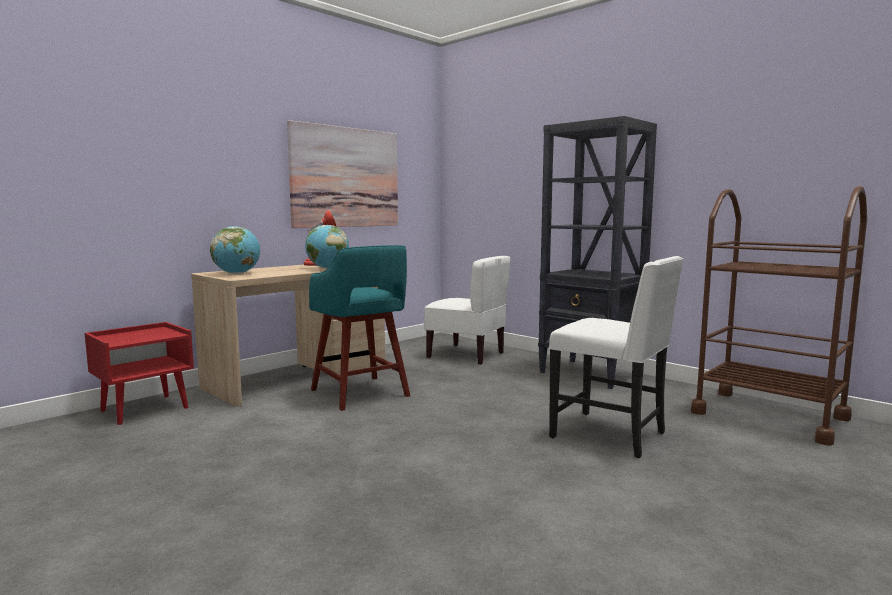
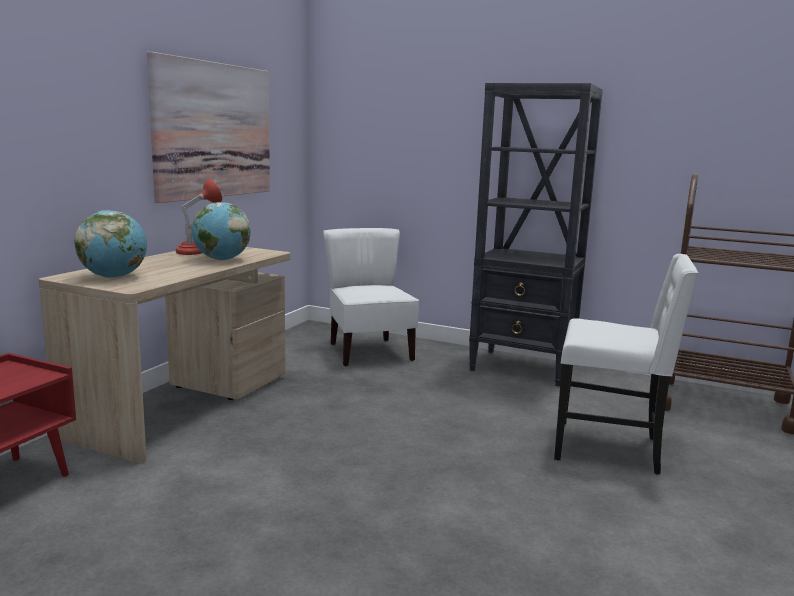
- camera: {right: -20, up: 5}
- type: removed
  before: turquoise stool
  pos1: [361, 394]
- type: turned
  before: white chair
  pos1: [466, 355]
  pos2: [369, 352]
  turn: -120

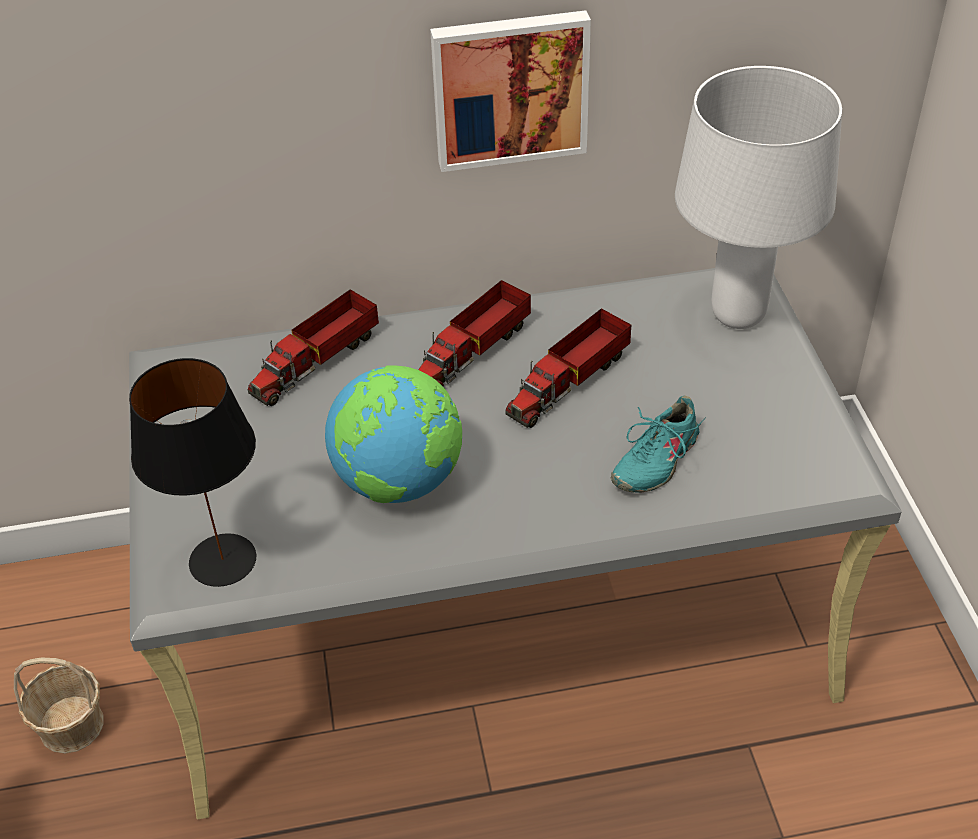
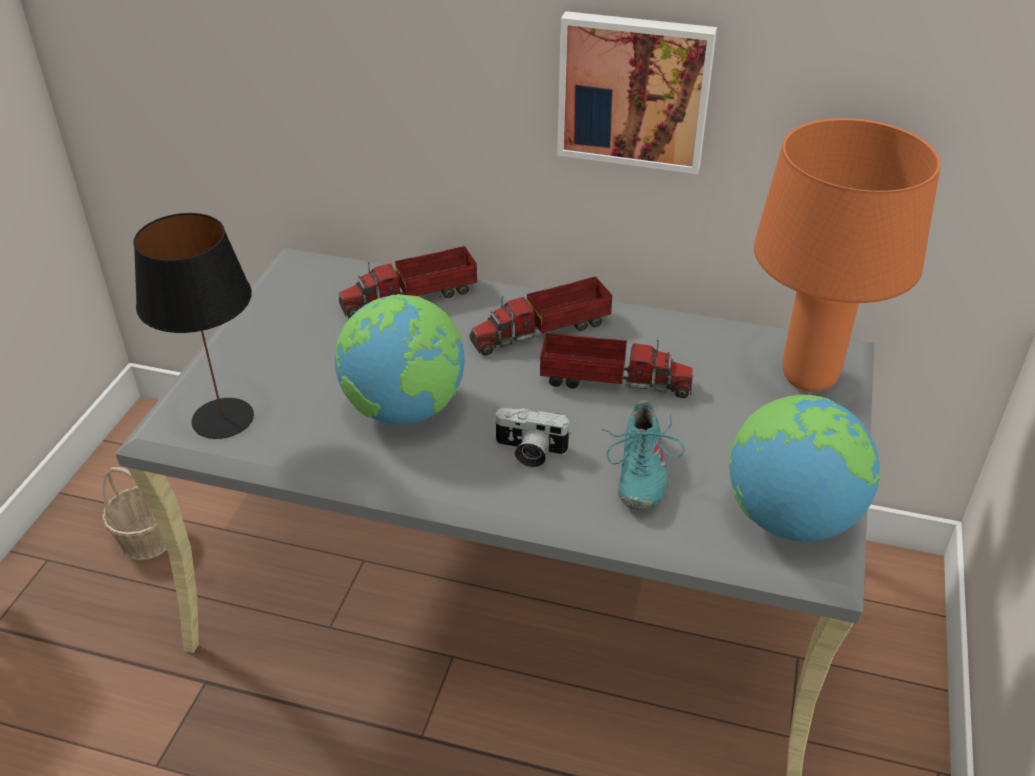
- camera: {right: 25, up: -5}
- type: turned
  before: toy truck
  pos1: [570, 381]
  pos2: [610, 381]
  turn: -150
- type: turned
  before: turquoise shoe
  pos1: [655, 460]
  pos2: [639, 472]
  turn: -60
- type: recoloured
  before: white table lamp
  after: orange table lamp
  pos1: [739, 315]
  pos2: [810, 378]
- type: added
  after: photo camera
  pos2: [529, 452]
- type: added
  after: globe
  pos2: [790, 518]

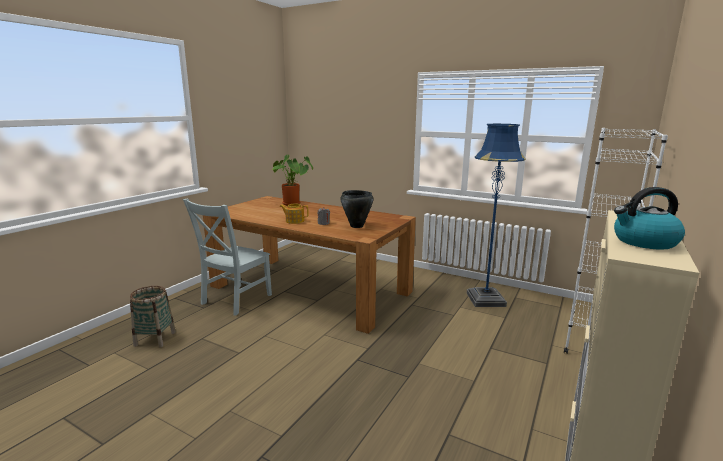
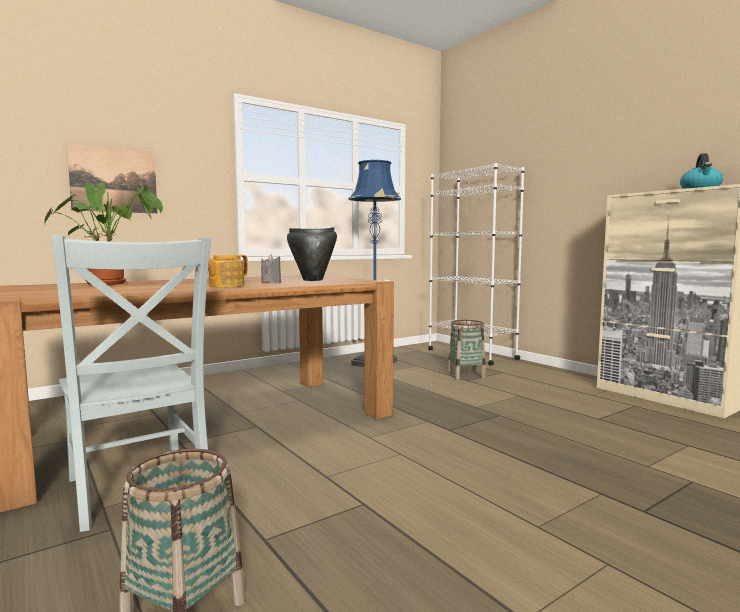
- camera: {right: -65, up: -10}
- type: added
  after: picture
  pos2: [114, 180]
- type: added
  after: basket
  pos2: [466, 375]

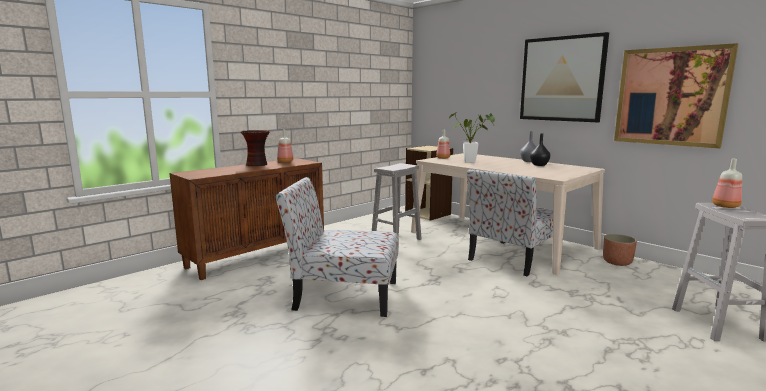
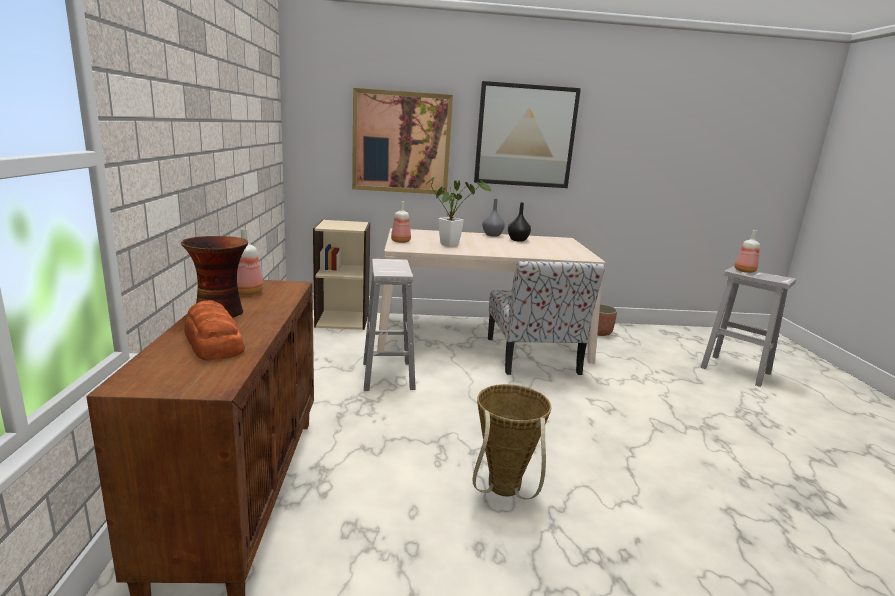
- camera: {right: -50, up: 5}
- type: replaced
  before: chair
  after: basket
  pos1: [343, 295]
  pos2: [503, 492]
- type: moved
  before: picture
  pos1: [671, 96]
  pos2: [401, 142]
- type: added
  after: bread
  pos2: [213, 343]

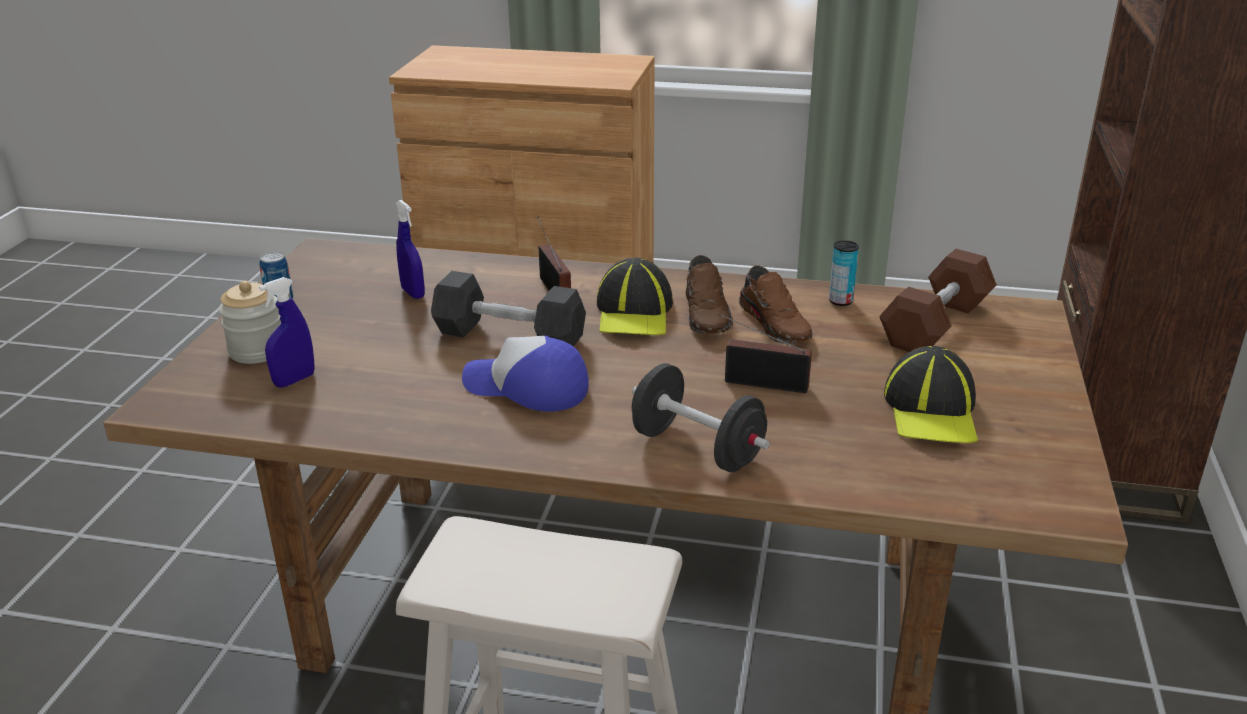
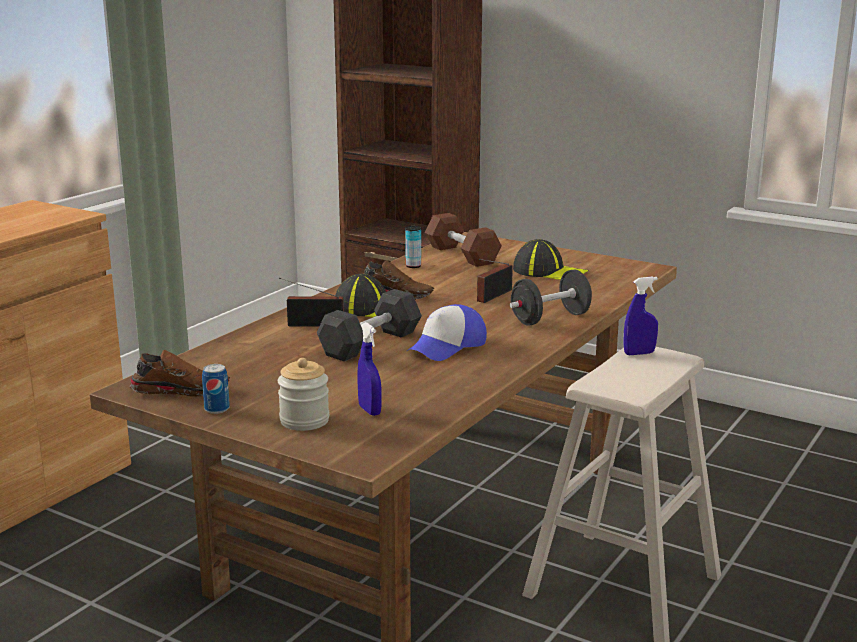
- camera: {right: -70, up: -10}
- type: moved
  before: blue spray bottle
  pos1: [413, 293]
  pos2: [639, 353]
- type: moved
  before: brown shoe
  pos1: [776, 324]
  pos2: [181, 390]

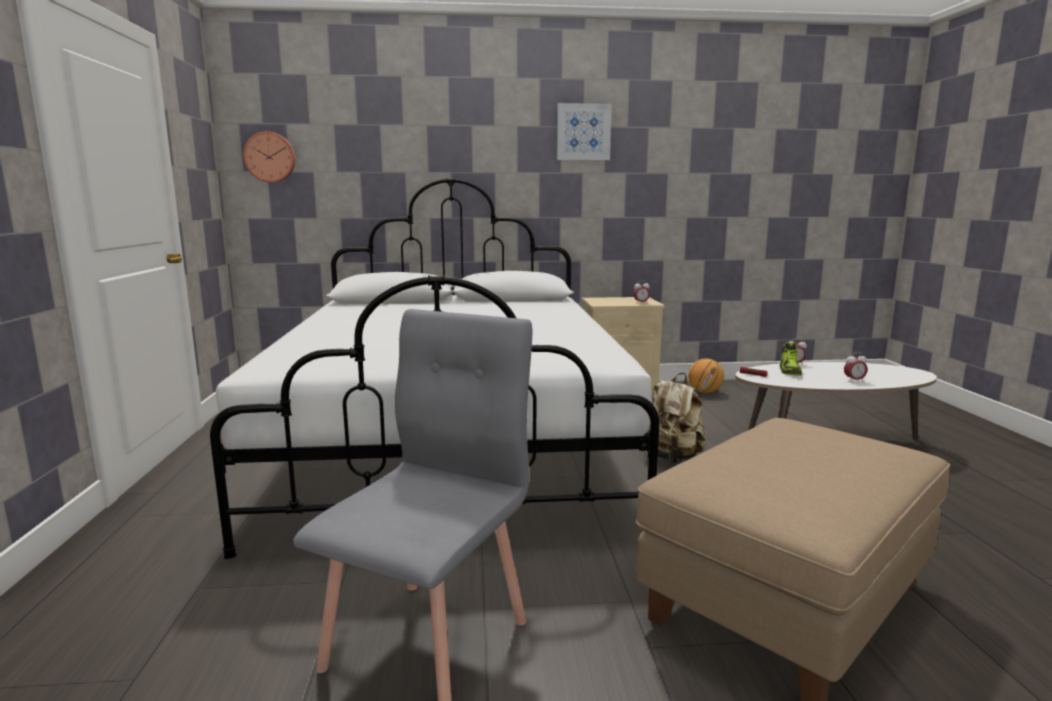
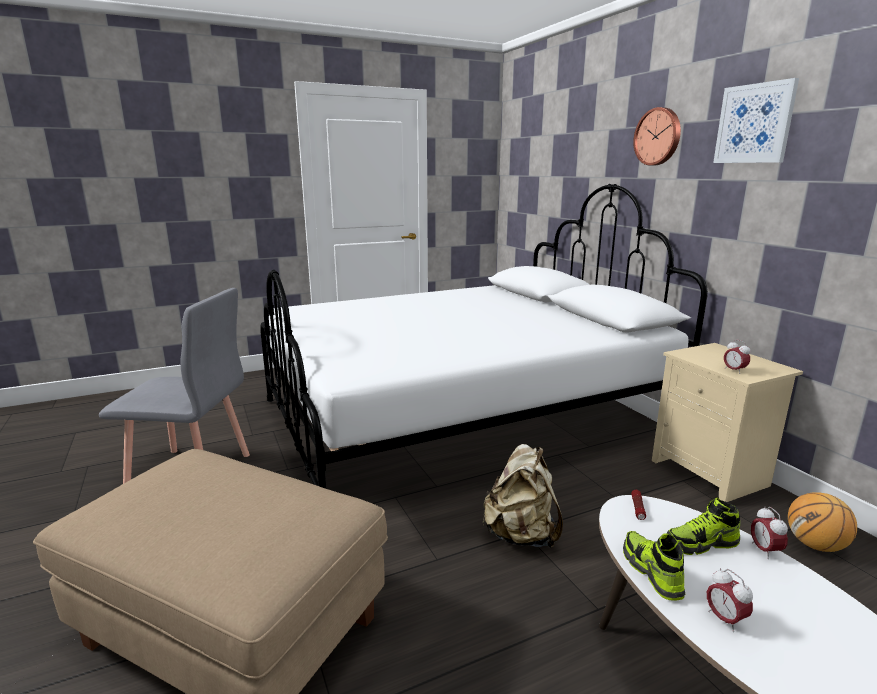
- camera: {right: 70, up: 5}
- type: moved
  before: wall clock
  pos1: [270, 157]
  pos2: [658, 137]
- type: added
  after: shoe
  pos2: [651, 572]

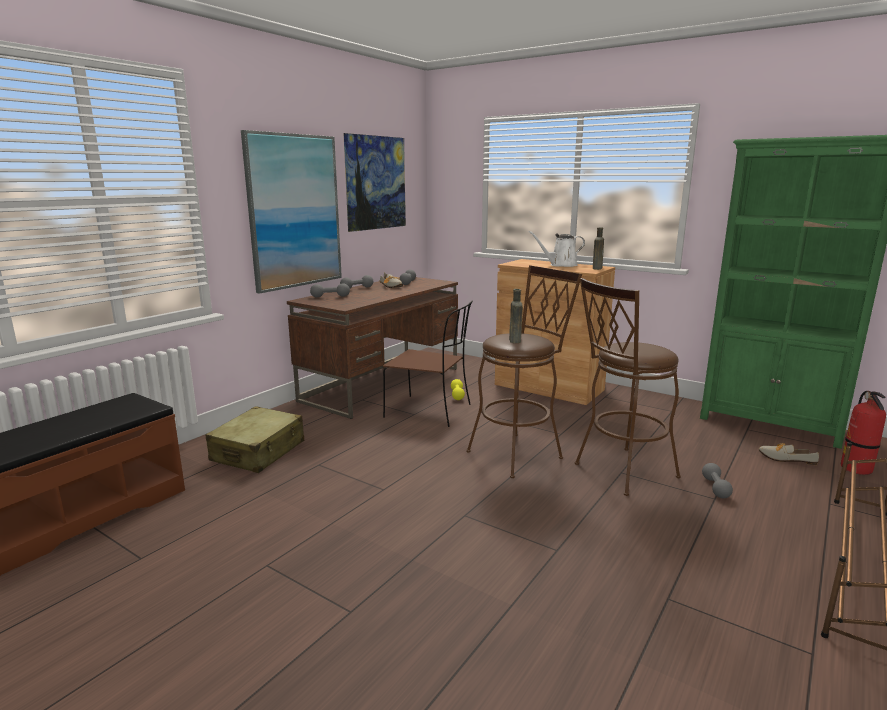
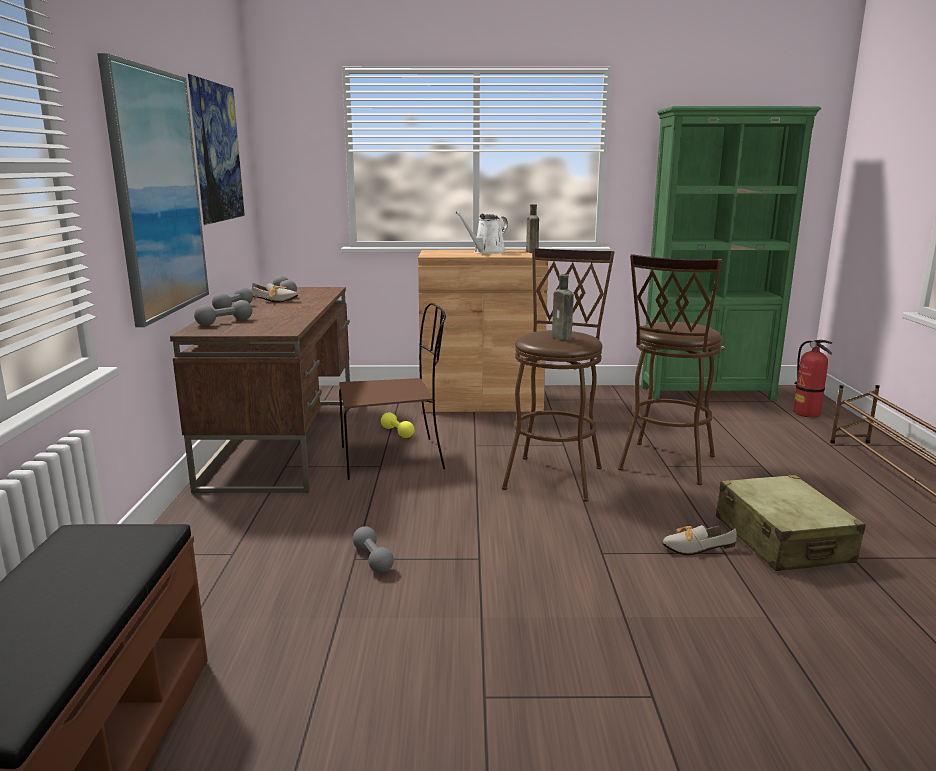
- camera: {right: -35, up: 0}
- type: moved
  before: beige suitcase
  pos1: [258, 451]
  pos2: [782, 540]
- type: moved
  before: grey dumbbell
  pos1: [715, 488]
  pos2: [373, 559]
- type: moved
  before: shoe
  pos1: [782, 458]
  pos2: [692, 548]

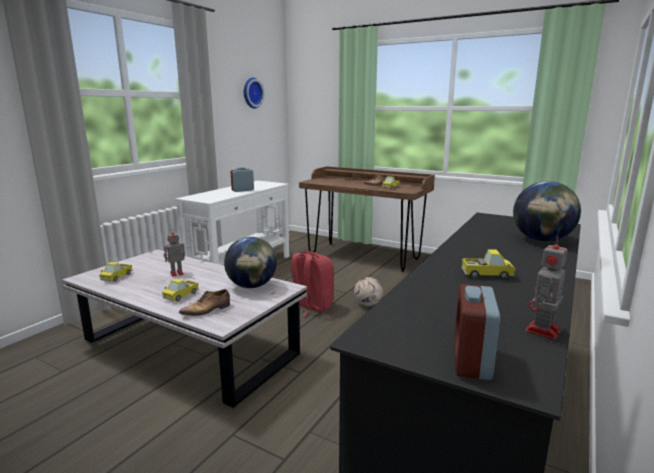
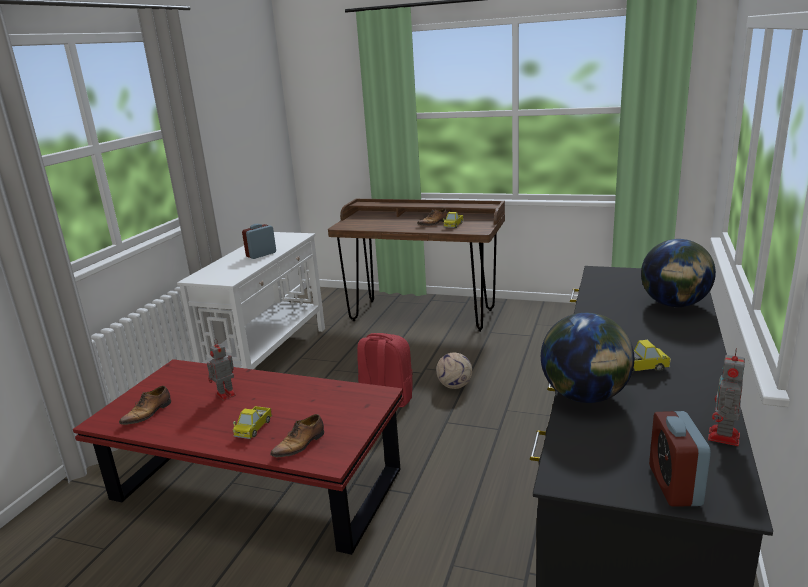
- camera: {right: -10, up: 5}
- type: recoloured
  before: white coffee table
  after: red coffee table
  pos1: [189, 348]
  pos2: [257, 487]
- type: replaced
  before: toy truck
  after: shoe
  pos1: [117, 277]
  pos2: [148, 413]
- type: moved
  before: globe
  pos1: [252, 286]
  pos2: [585, 396]
- type: removed
  before: wall clock
  pos1: [251, 93]

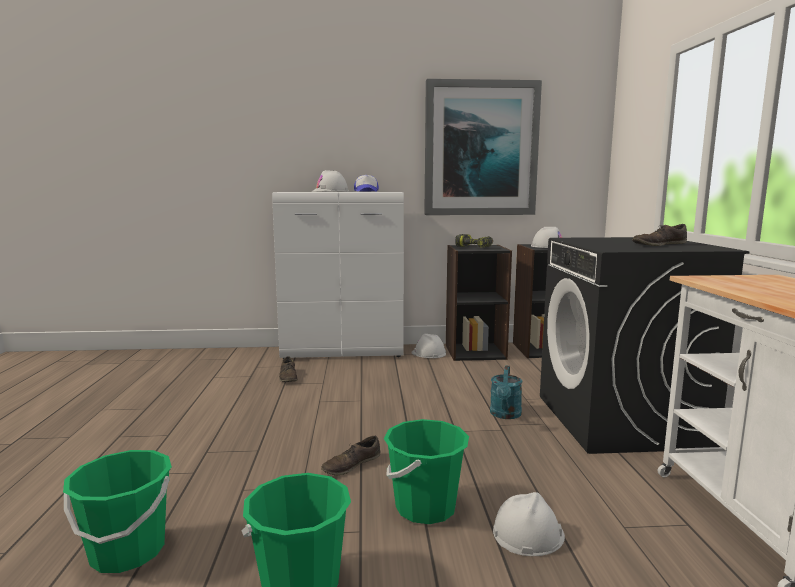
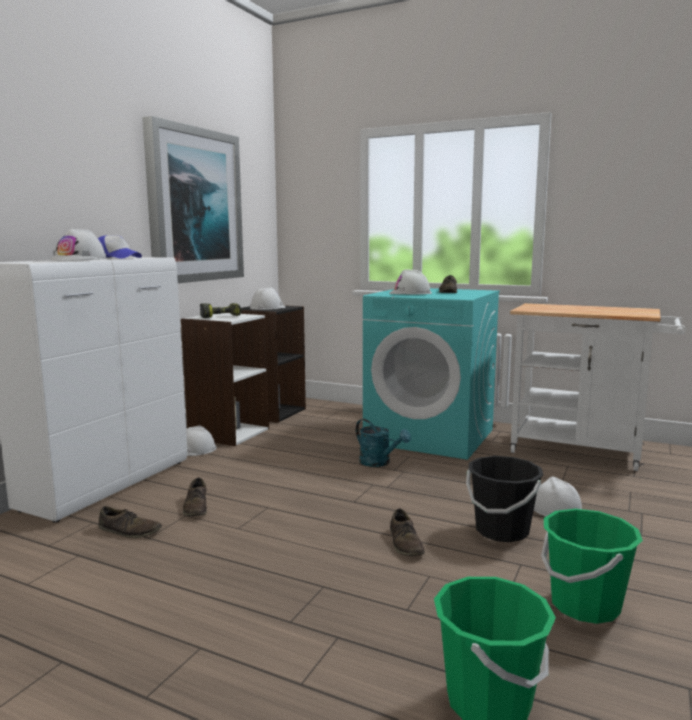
- camera: {right: -60, up: 0}
- type: recoloured
  before: green bucket
  after: black bucket
  pos1: [425, 507]
  pos2: [501, 531]
- type: recoloured
  before: black bookcase
  after: white bookcase
  pos1: [475, 352]
  pos2: [228, 433]
- type: recoloured
  before: black washing machine
  after: turquoise washing machine
  pos1: [621, 421]
  pos2: [431, 436]
- type: added
  after: brown shoe
  pos2: [196, 507]
- type: added
  after: white hard hat
  pos2: [410, 293]

